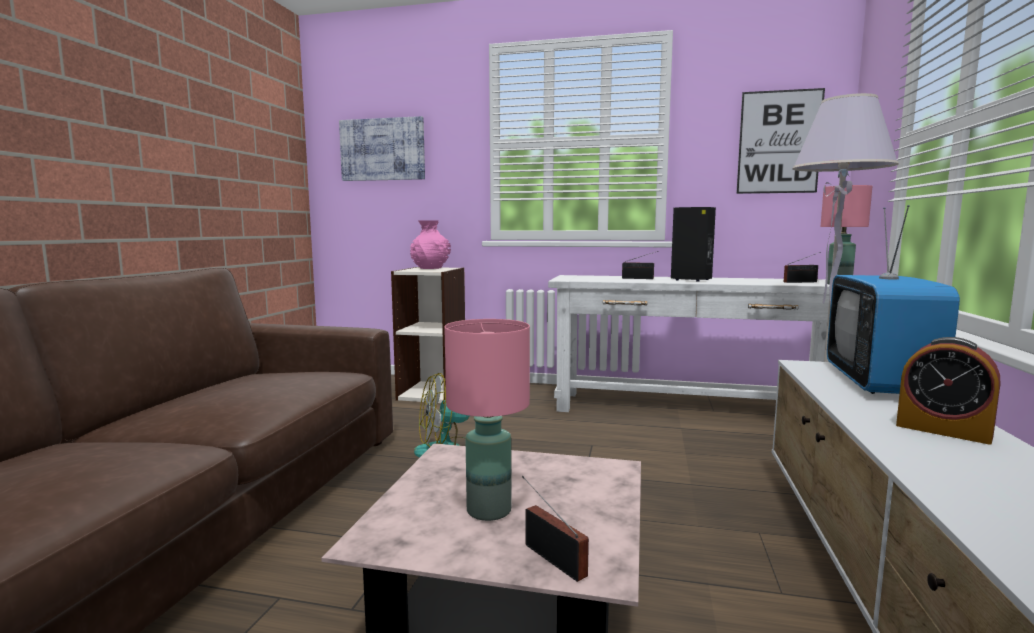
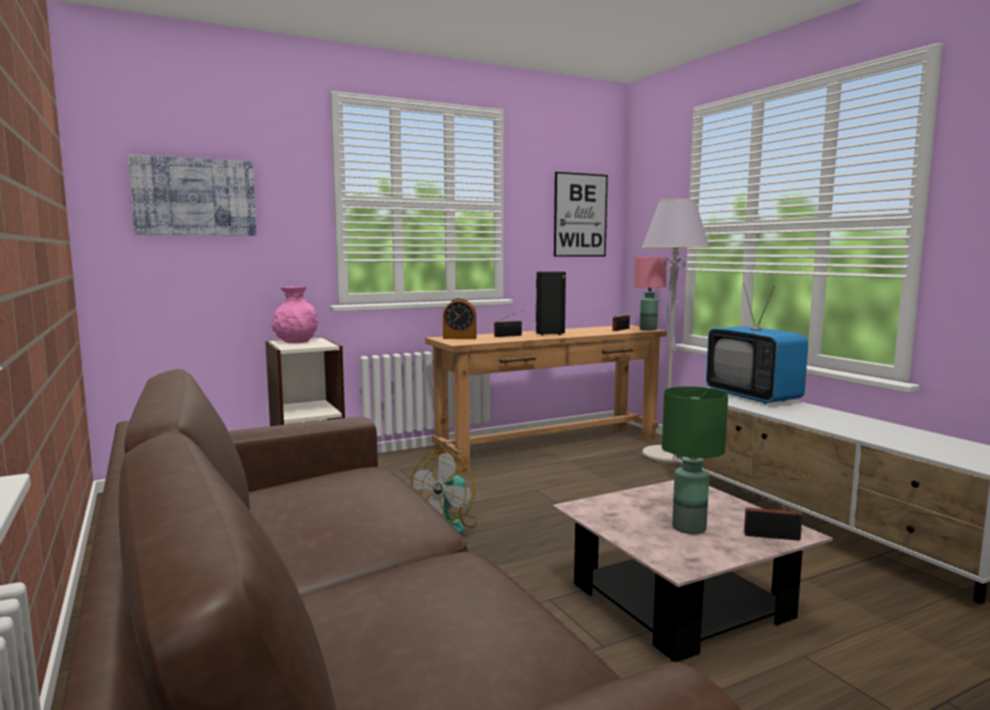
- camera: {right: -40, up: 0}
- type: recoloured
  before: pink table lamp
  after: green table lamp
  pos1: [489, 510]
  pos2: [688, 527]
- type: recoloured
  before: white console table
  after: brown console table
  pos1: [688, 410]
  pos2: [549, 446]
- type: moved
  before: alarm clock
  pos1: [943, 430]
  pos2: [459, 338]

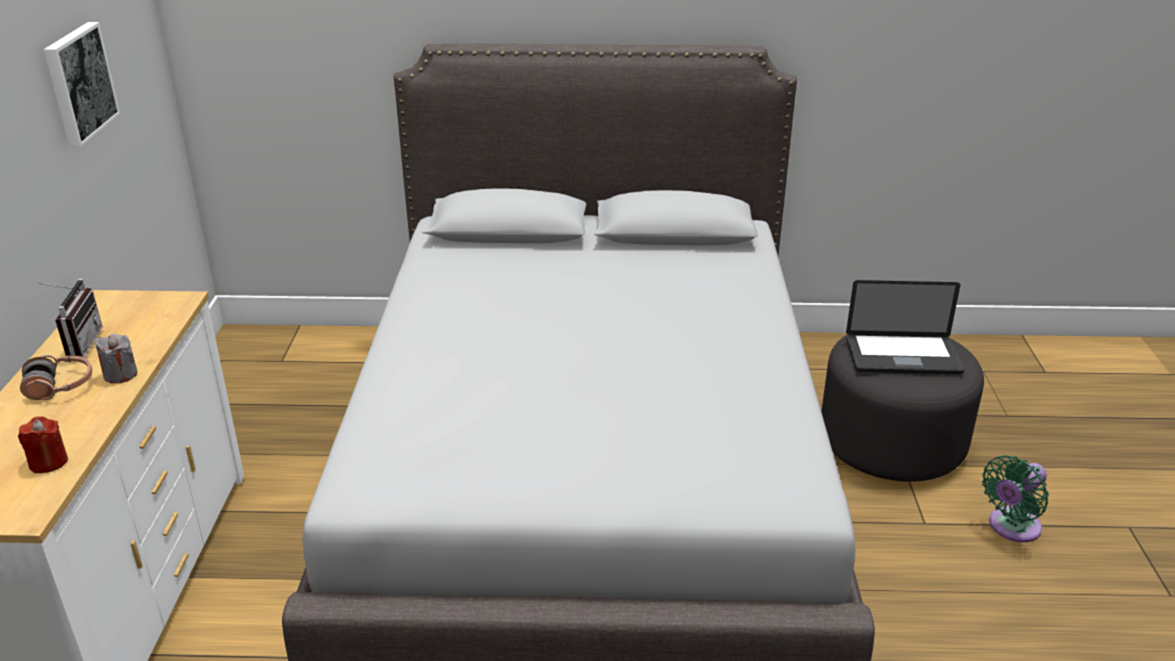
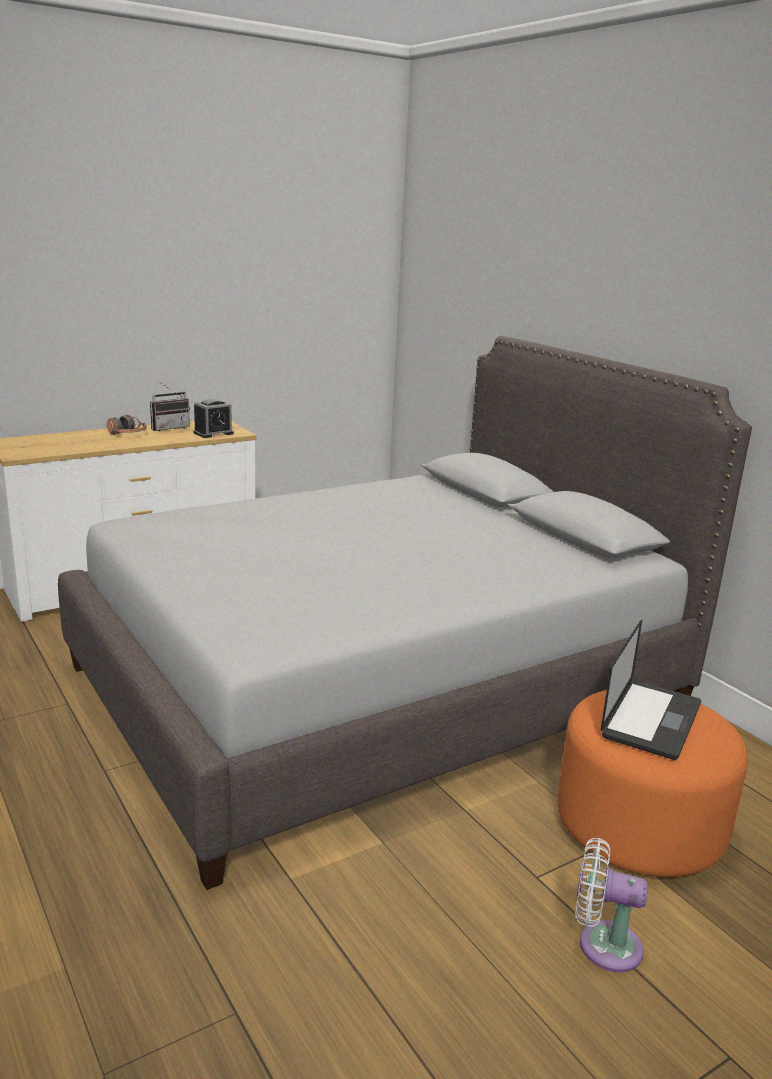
- camera: {right: 55, up: -10}
- type: removed
  before: red candle
  pos1: [48, 462]
- type: removed
  before: picture
  pos1: [78, 83]
- type: removed
  before: grey candle
  pos1: [120, 375]
- type: recoloured
  before: grey ottoman
  after: orange ottoman
  pos1: [892, 442]
  pos2: [640, 825]
- type: turned
  before: laptop
  pos1: [902, 356]
  pos2: [651, 720]
  turn: -120
- type: recoloured
  before: green fan
  after: white fan
  pos1: [1011, 527]
  pos2: [603, 944]
- type: added
  after: alarm clock
  pos2: [213, 433]

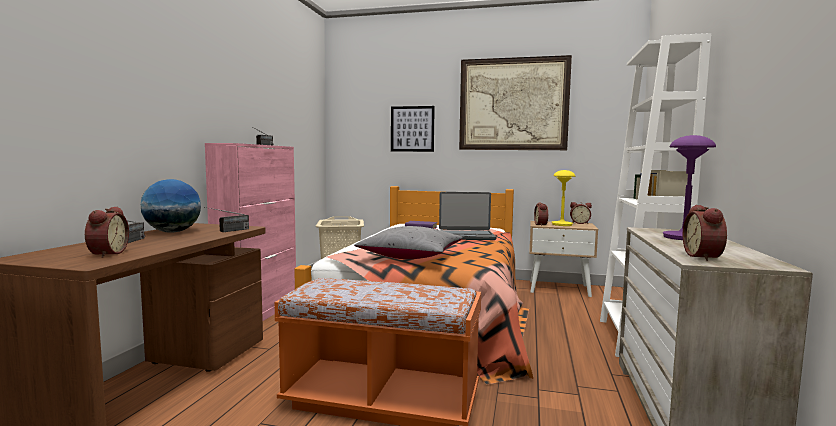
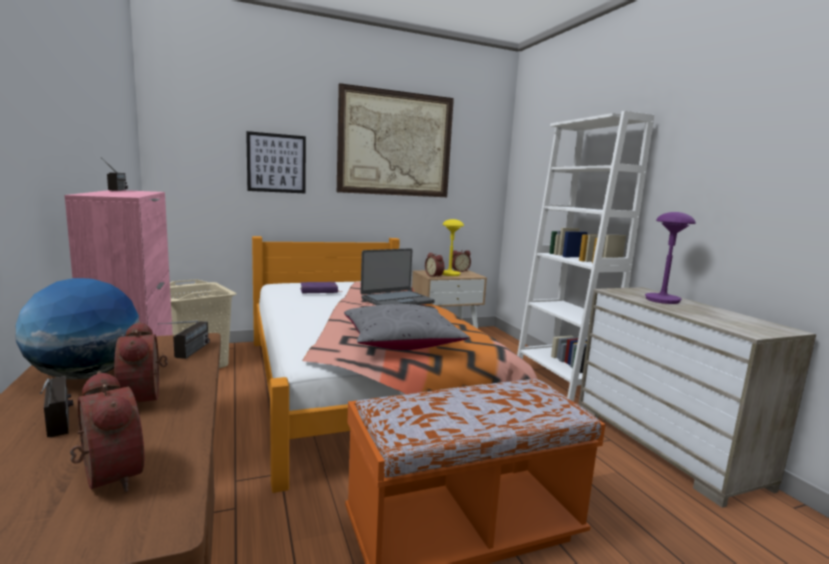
- camera: {right: -35, up: 5}
- type: moved
  before: alarm clock
  pos1: [705, 257]
  pos2: [145, 398]

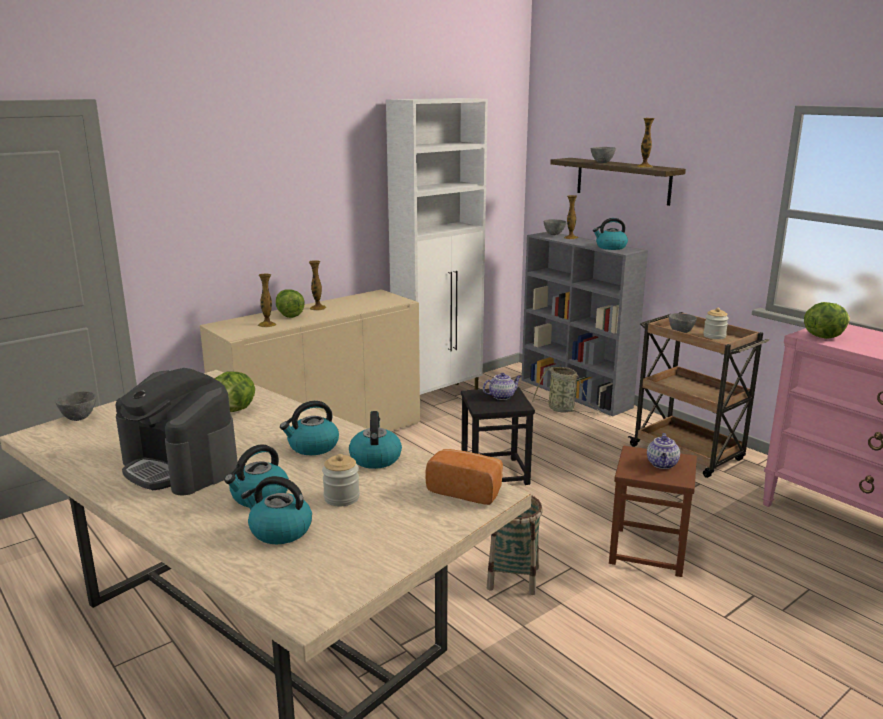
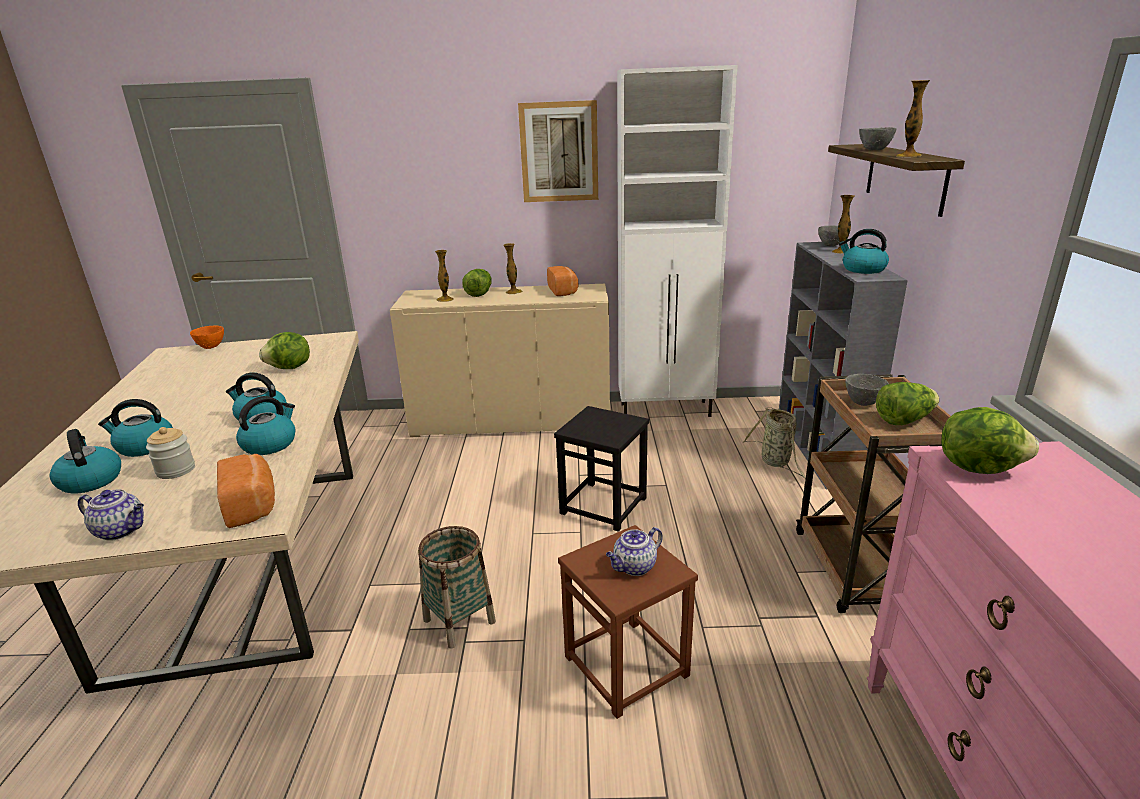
- camera: {right: 40, up: 5}
- type: recoloured
  before: grey bowl
  after: orange bowl
  pos1: [78, 418]
  pos2: [211, 347]
- type: removed
  before: coffee machine
  pos1: [181, 466]
- type: moved
  before: teapot
  pos1: [502, 396]
  pos2: [122, 530]
- type: replaced
  before: jar
  after: lettuce
  pos1: [714, 336]
  pos2: [904, 420]
- type: added
  after: picture
  pos2: [559, 152]
- type: added
  after: bread
  pos2: [563, 291]

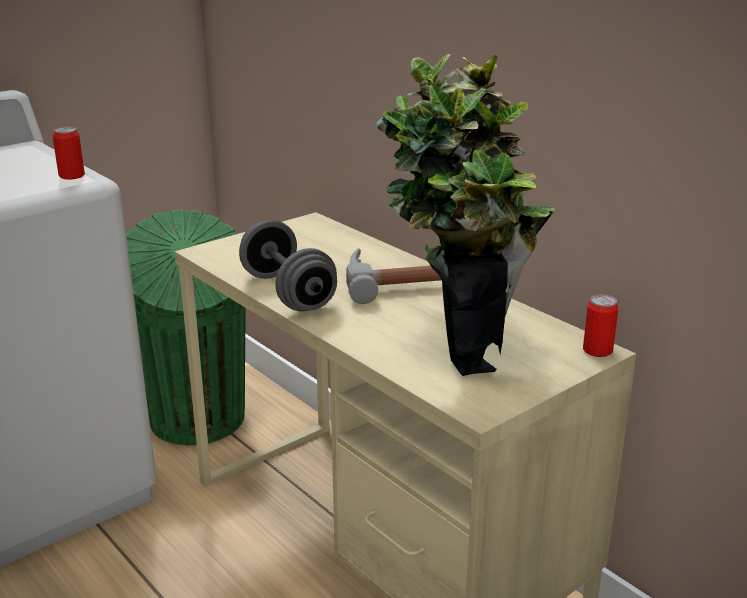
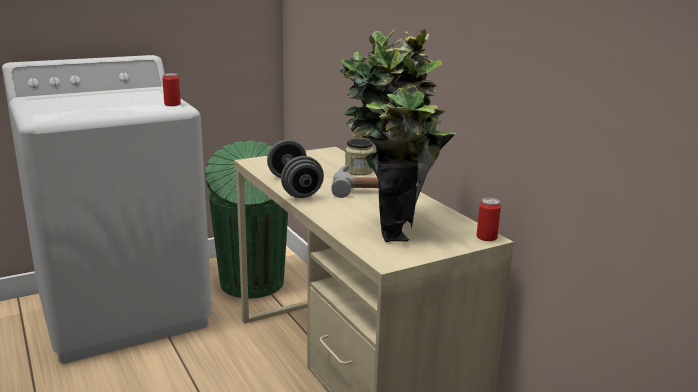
- camera: {right: 10, up: -5}
- type: added
  after: jar
  pos2: [359, 171]

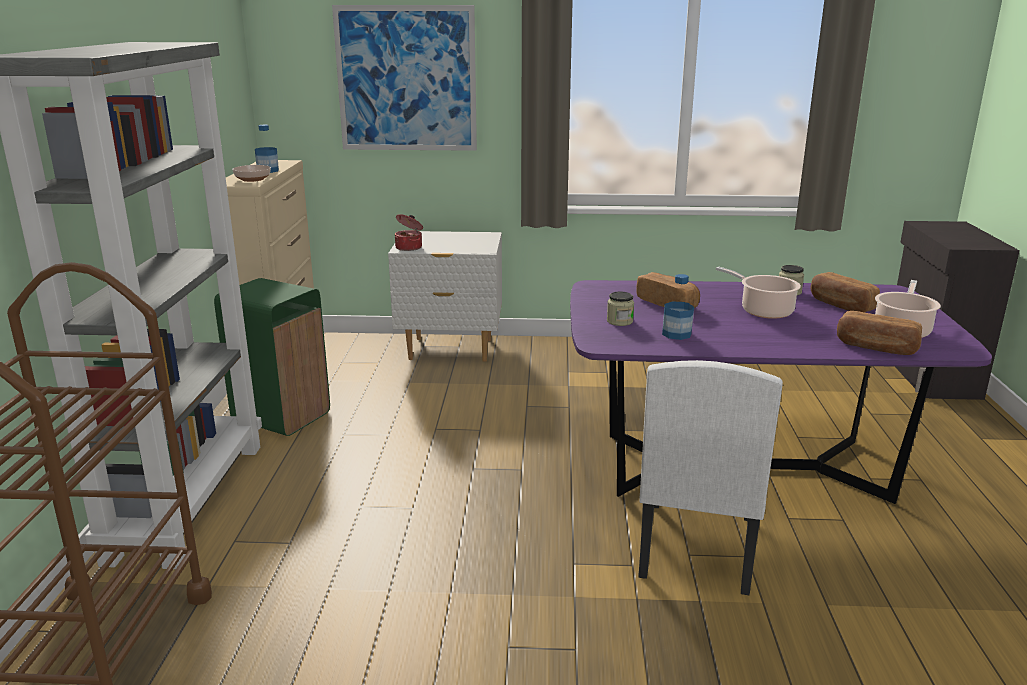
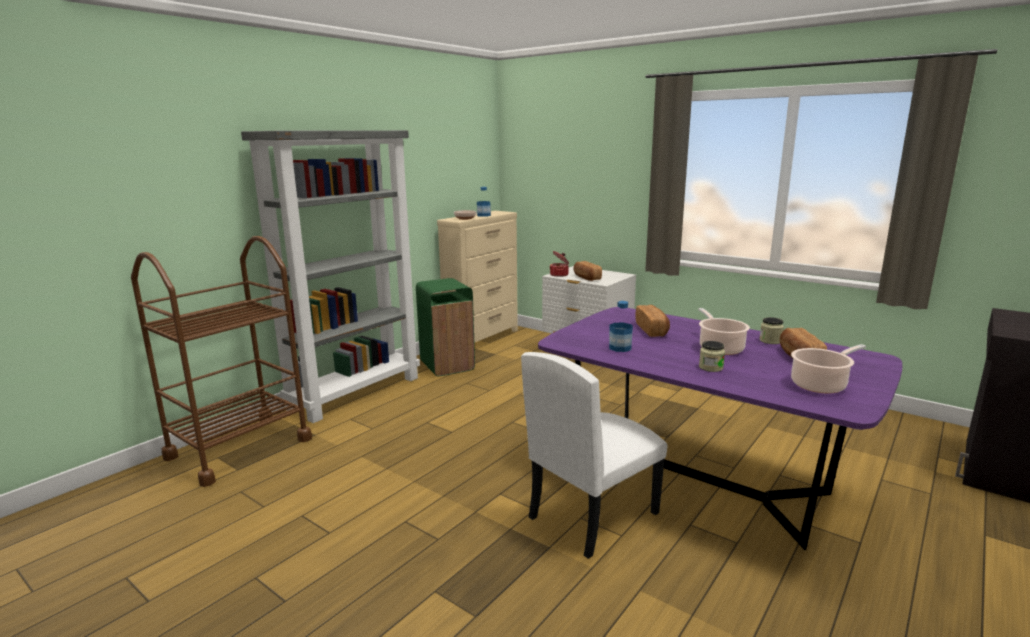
- camera: {right: 35, up: -5}
- type: removed
  before: picture
  pos1: [406, 79]
- type: moved
  before: jar
  pos1: [619, 321]
  pos2: [711, 367]
- type: moved
  before: bread
  pos1: [876, 347]
  pos2: [586, 278]

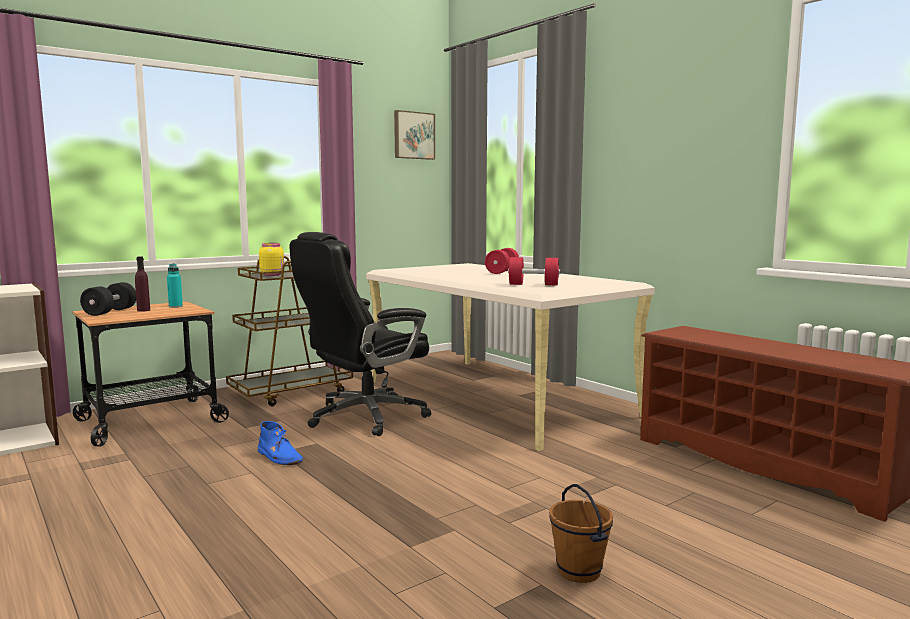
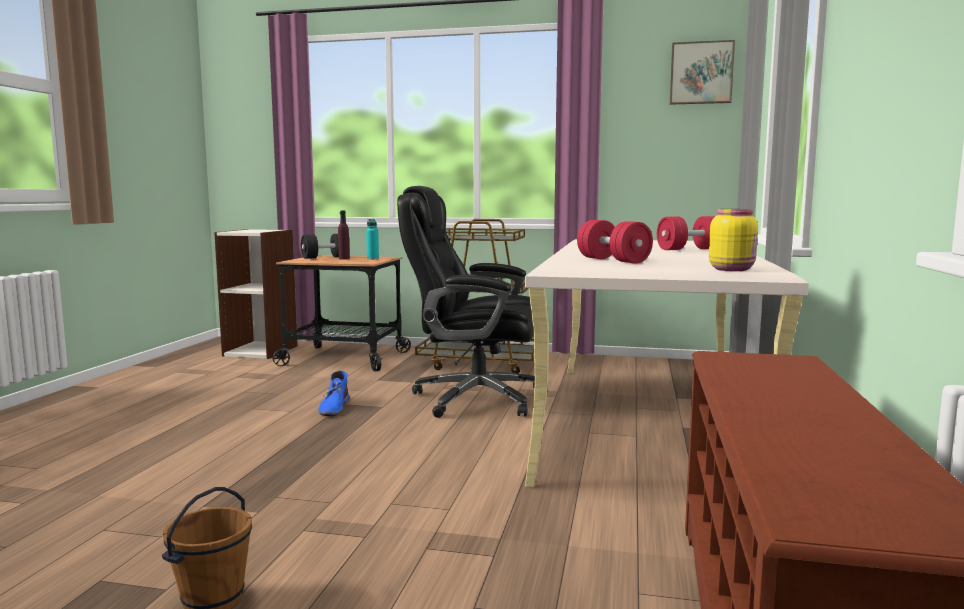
- camera: {right: 50, up: 0}
- type: moved
  before: yellow jar
  pos1: [272, 275]
  pos2: [732, 269]

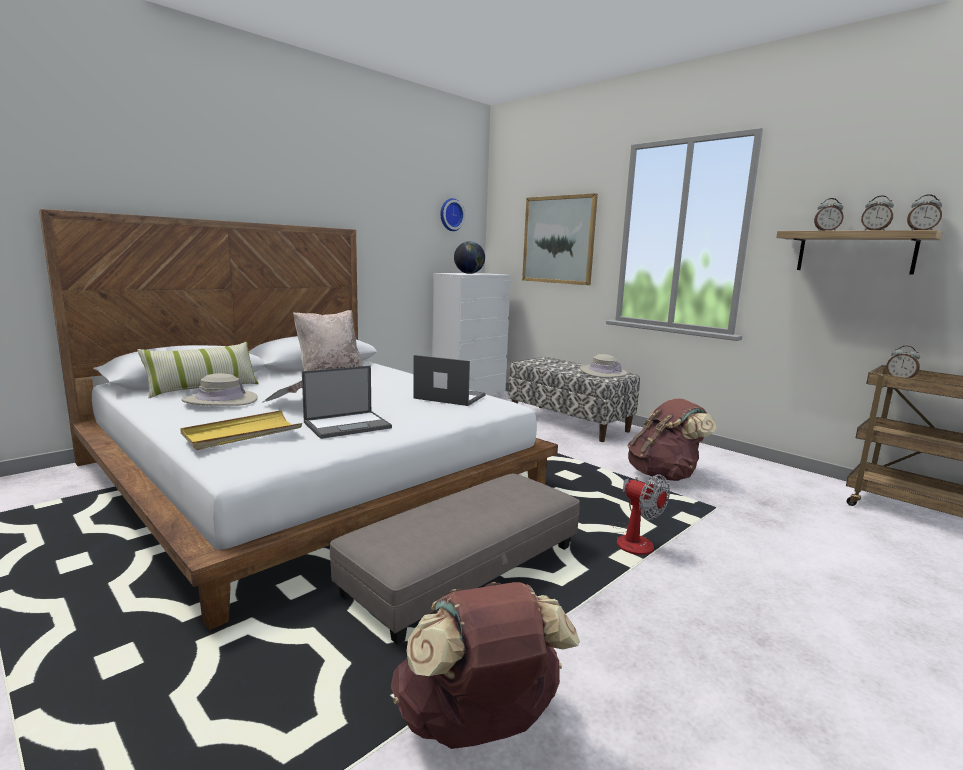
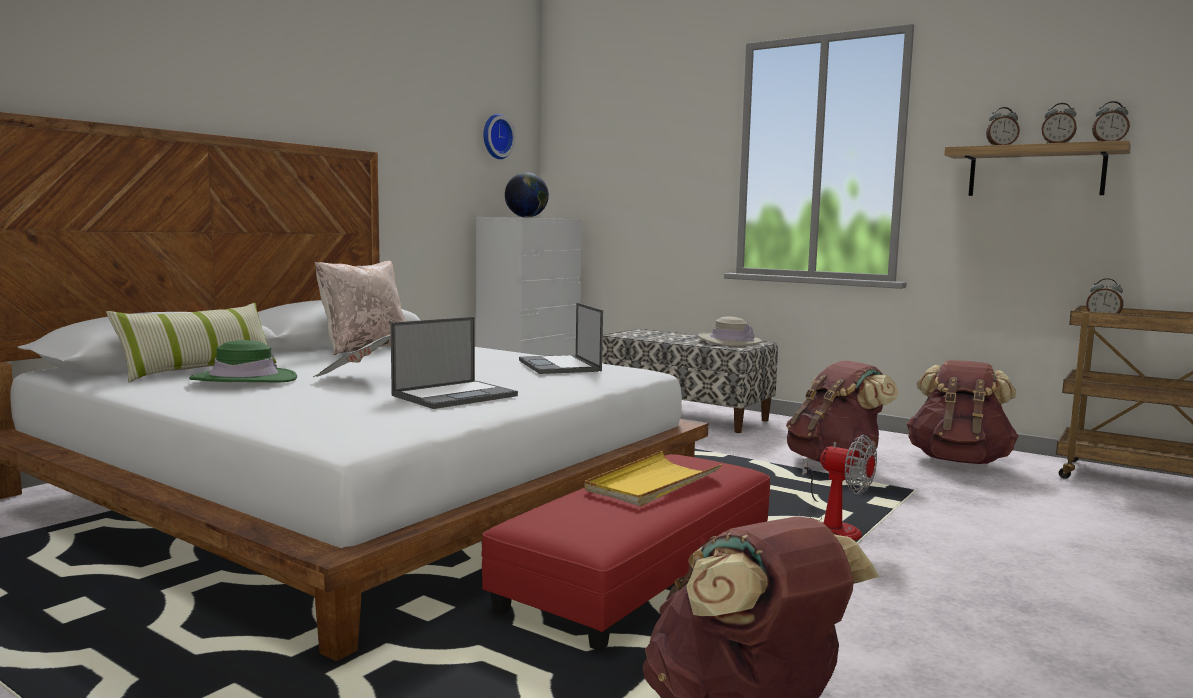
- camera: {right: -10, up: -5}
- type: moved
  before: yellow tray
  pos1: [242, 434]
  pos2: [652, 483]
- type: recoloured
  before: beige hat
  after: green hat
  pos1: [220, 400]
  pos2: [244, 379]
- type: recoloured
  before: grey ottoman
  after: red ottoman
  pos1: [465, 571]
  pos2: [640, 574]
- type: turned
  before: laptop
  pos1: [448, 397]
  pos2: [560, 366]
  turn: -120
- type: removed
  before: picture
  pos1: [558, 240]
- type: added
  after: brown backpack
  pos2: [958, 461]

